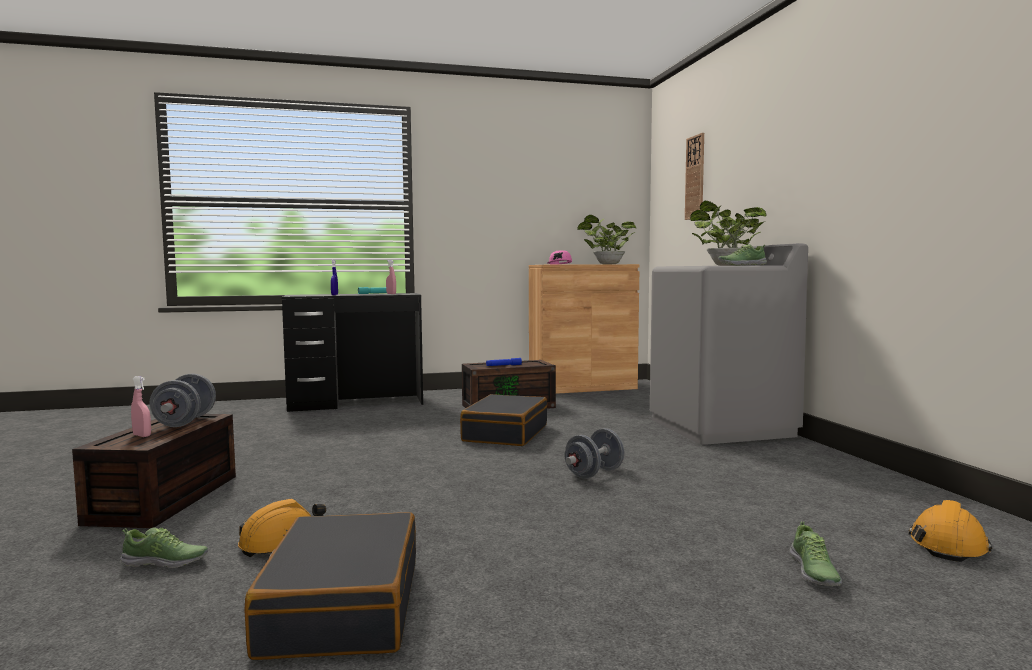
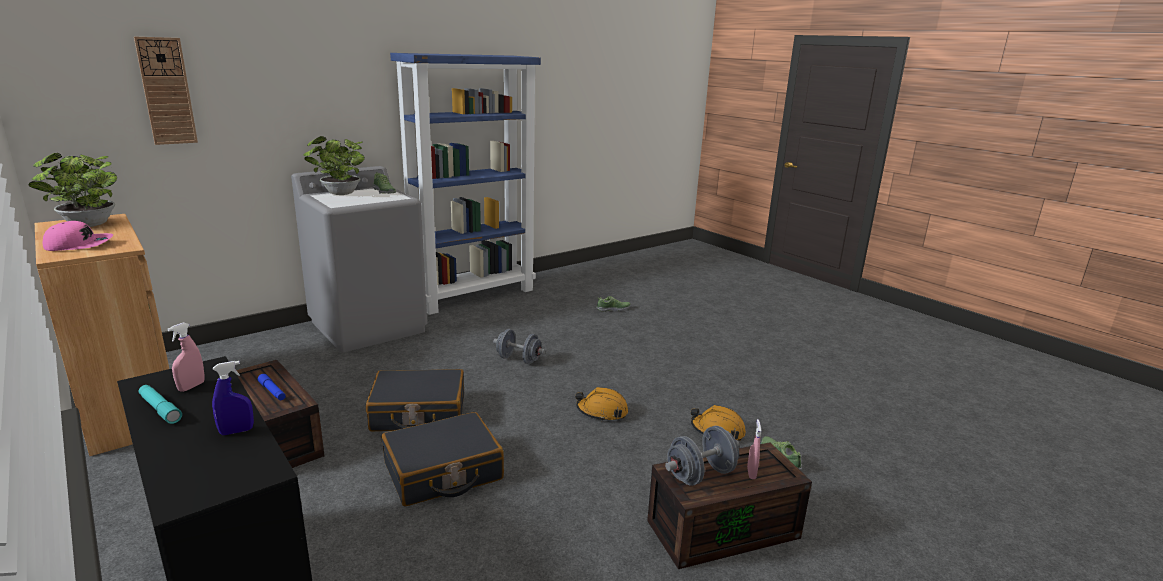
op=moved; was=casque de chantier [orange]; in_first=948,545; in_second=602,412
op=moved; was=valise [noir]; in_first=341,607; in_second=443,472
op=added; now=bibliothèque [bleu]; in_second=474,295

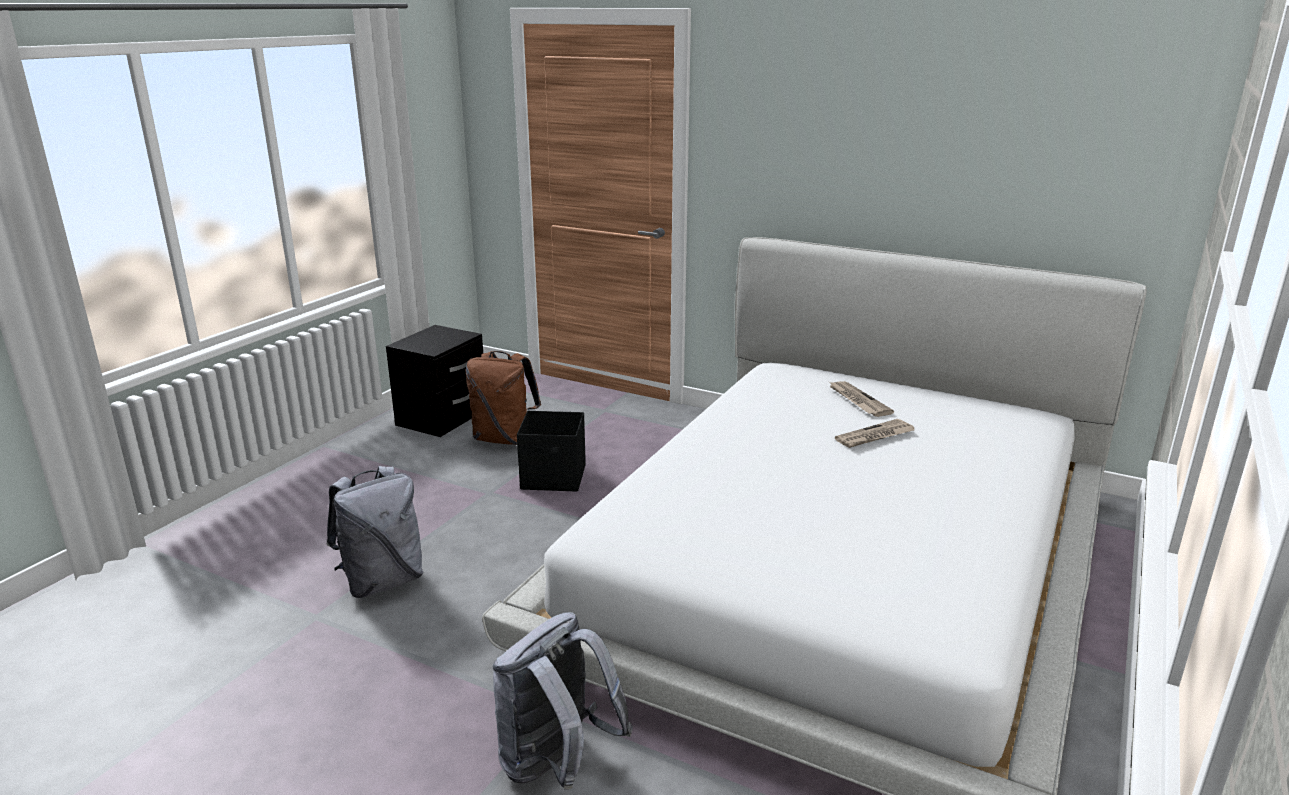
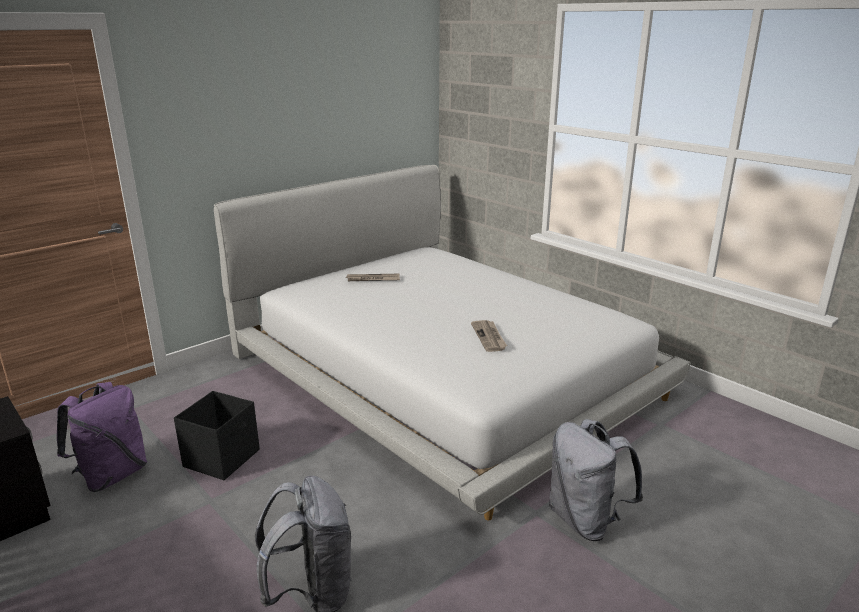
op=recoloured; was=sac à dos [marron]; now=sac à dos [violet]; in_first=504,439; in_second=112,475
op=moved; was=journal; in_first=875,436; in_second=489,337

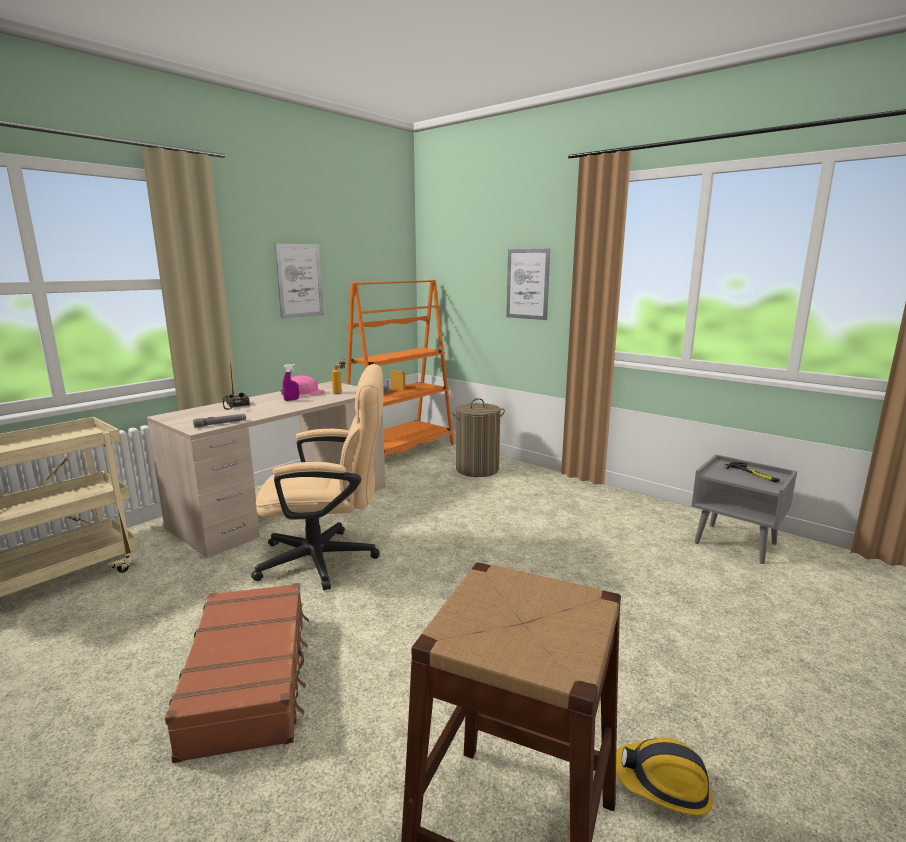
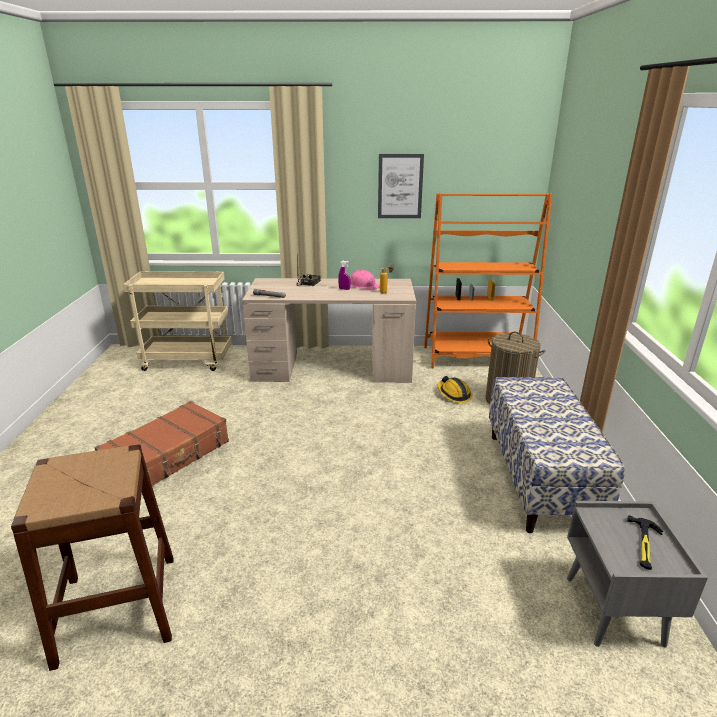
op=removed; was=tableau; in_first=527,284
op=removed; was=chaise de bureau [beige]; in_first=329,559
op=moved; was=casque de chantier; in_first=663,784; in_second=453,394
op=added; now=banc; in_second=540,479

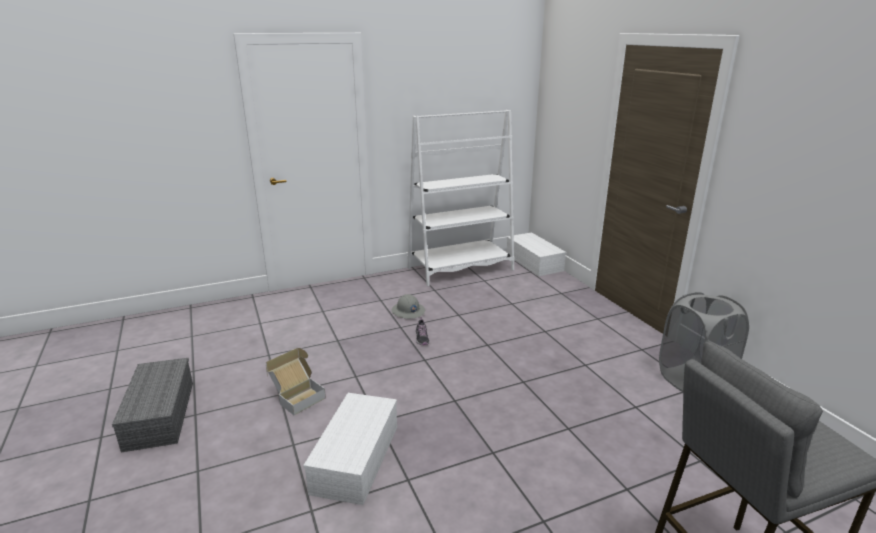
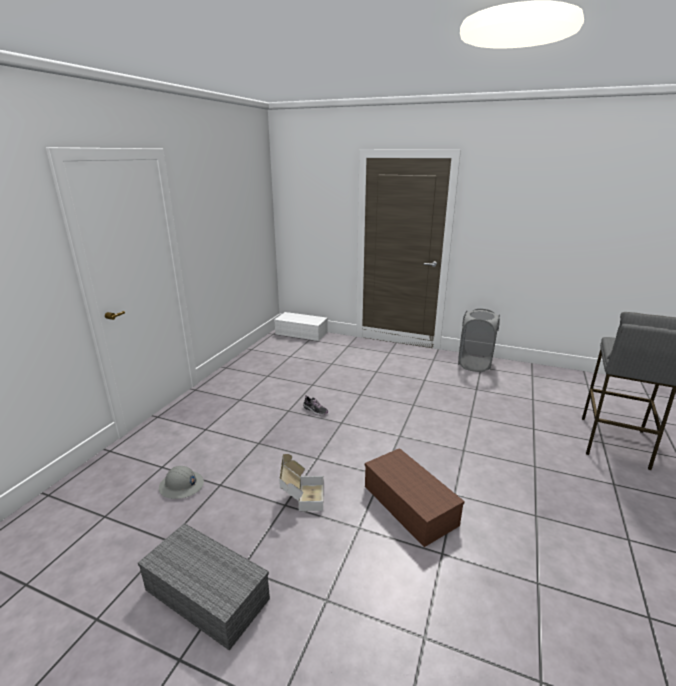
op=removed; was=bibliothèque [blanc]; in_first=460,269
op=moved; was=casque de chantier [gris]; in_first=408,311; in_second=181,486
op=recoloured; was=boîte de rangement [blanc]; now=boîte de rangement [marron]; in_first=356,460; in_second=411,505

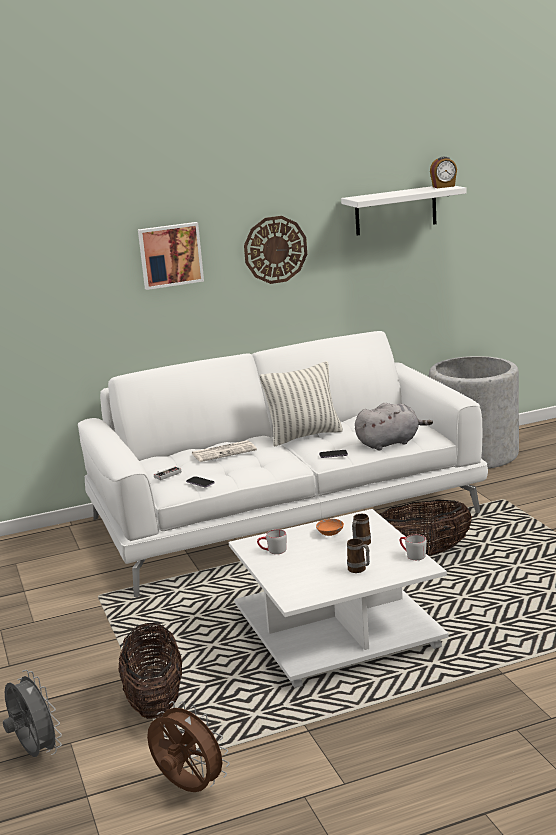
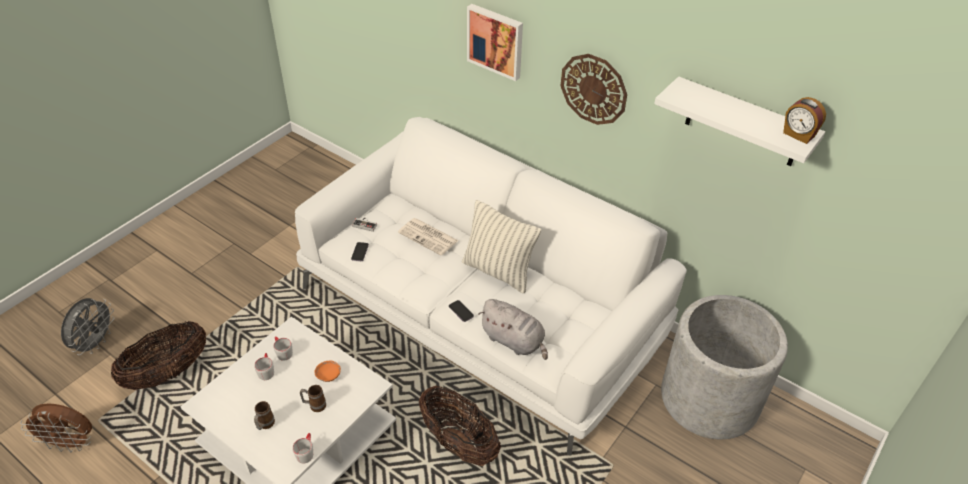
op=turned; was=ventilateur [marron]; in_first=188,788; in_second=71,443; clockwise=90
op=added; now=mug [gris]; in_second=266,370

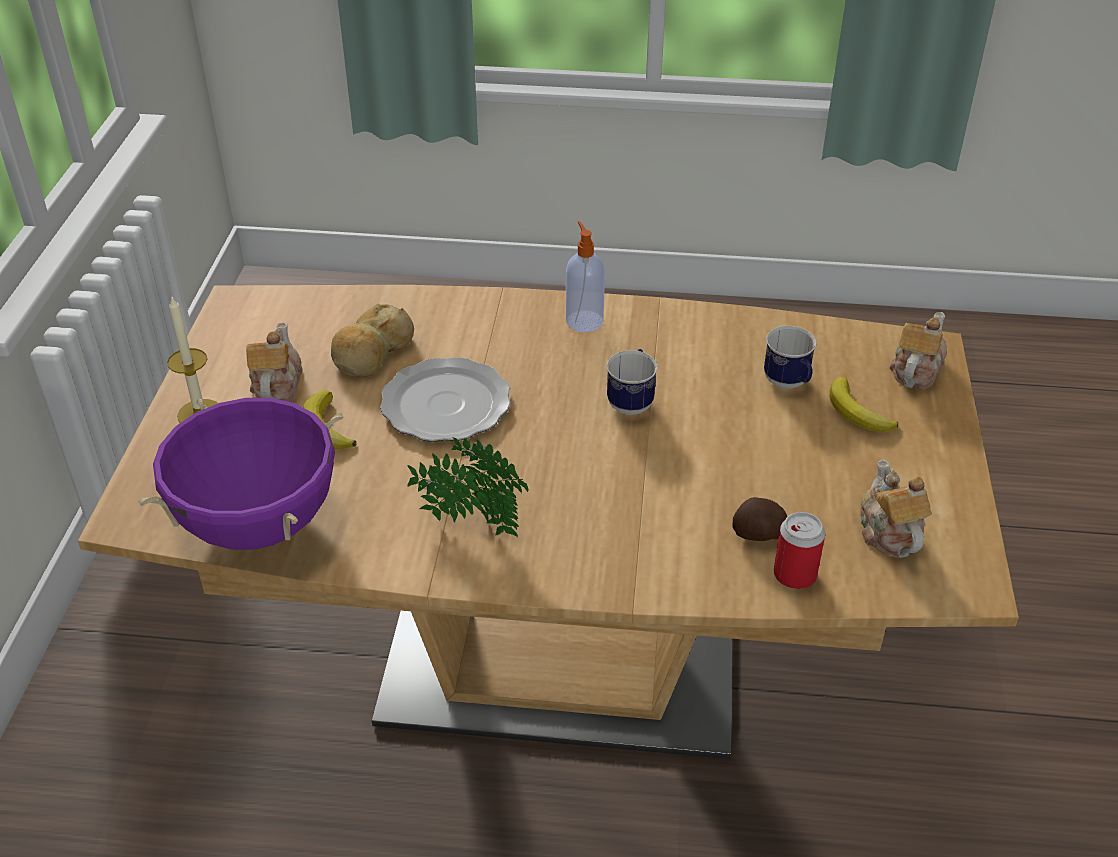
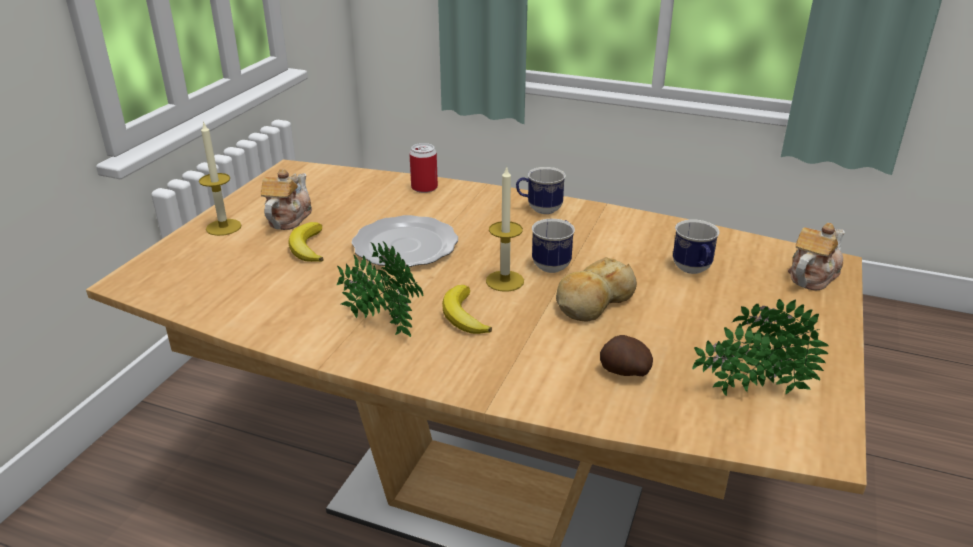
op=replaced; was=distributeur de savon; now=mug; in_first=584,320; in_second=539,209
op=moved; was=pain; in_first=372,353; in_second=593,302
op=moved; was=banane; in_first=857,412; in_second=463,315
op=removed; was=marmite [violet]; in_first=259,523
op=replaced; was=théière; now=plante en pot; in_first=888,532; in_second=749,390
op=moved; was=boîte métallique; in_first=794,575; in_second=424,188
op=added; now=bougie; in_second=505,281

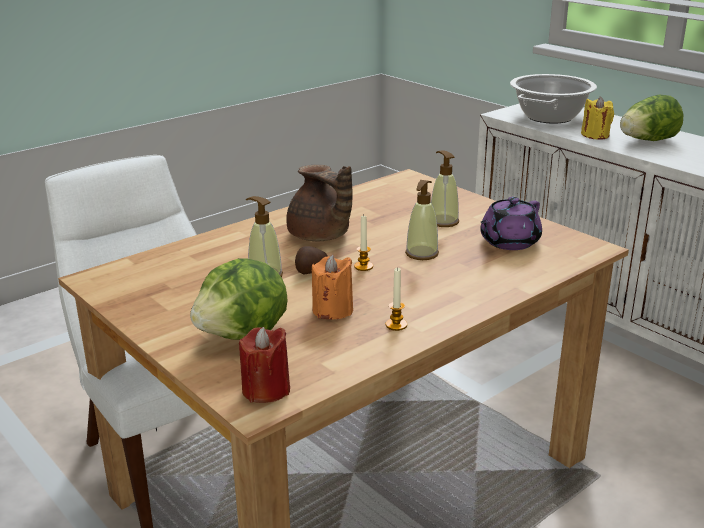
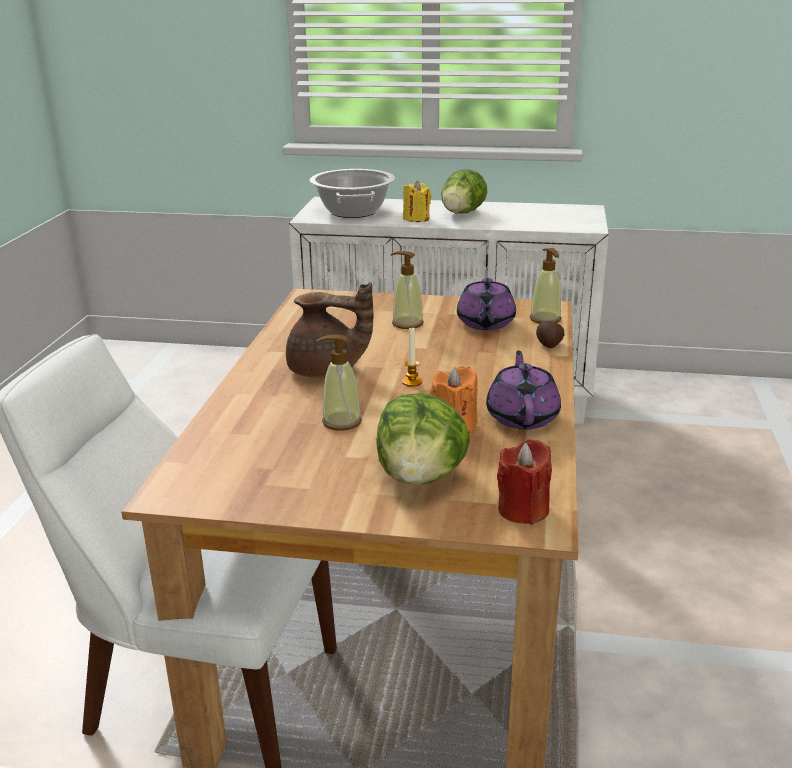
op=moved; was=distributeur de savon; in_first=421,254; in_second=545,319
op=moved; was=pomme de terre; in_first=311,271; in_second=549,345
op=replaced; was=bougie; now=théière [violet]; in_first=396,325; in_second=522,416

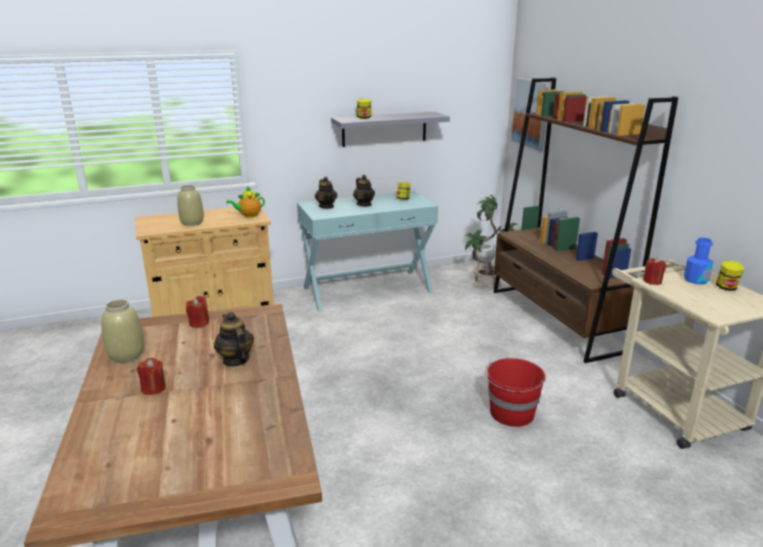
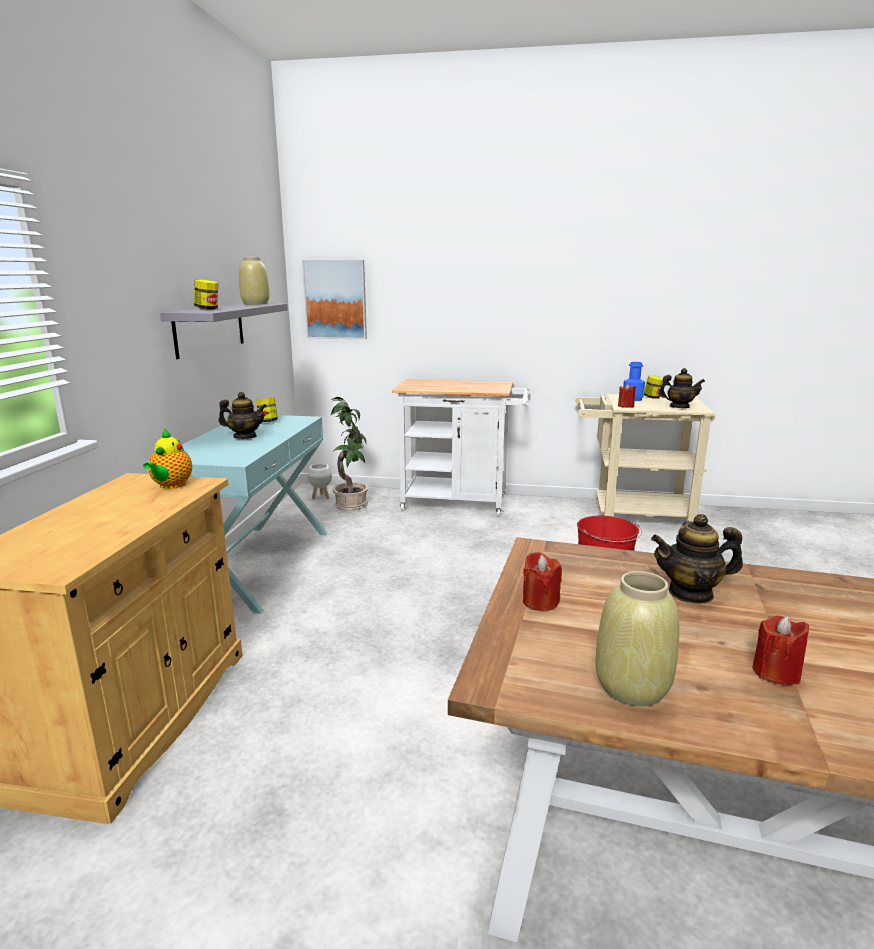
op=replaced; was=bibliothèque [marron]; now=chariot [blanc]; in_first=555,319; in_second=461,503
op=moved; was=théière; in_first=326,206; in_second=679,407
op=moved; was=vase [beige]; in_first=192,222; in_second=255,304

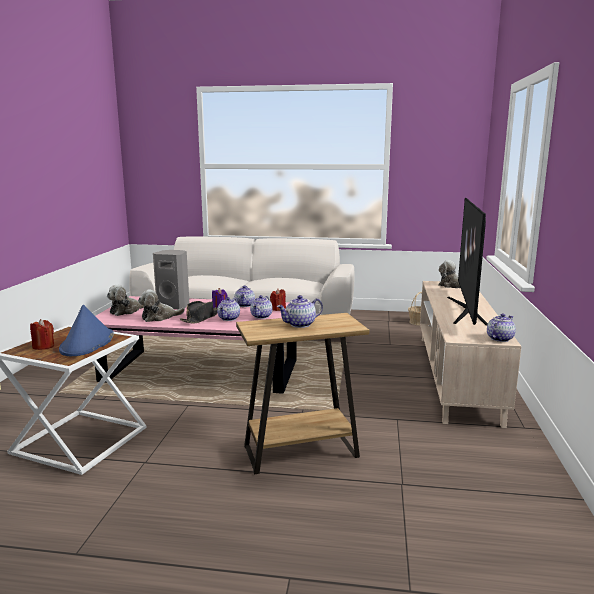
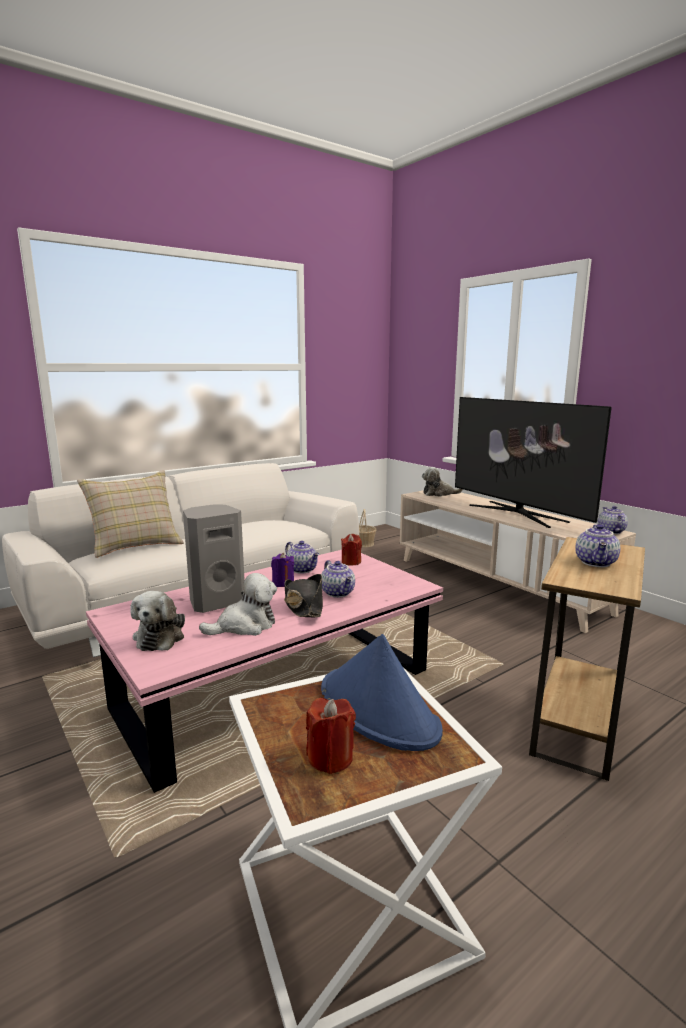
op=turned; was=peluche; in_first=159,317; in_second=245,626; clockwise=-135
op=removed; was=théière; in_first=262,316
op=added; now=coussin [beige]; in_second=135,545

